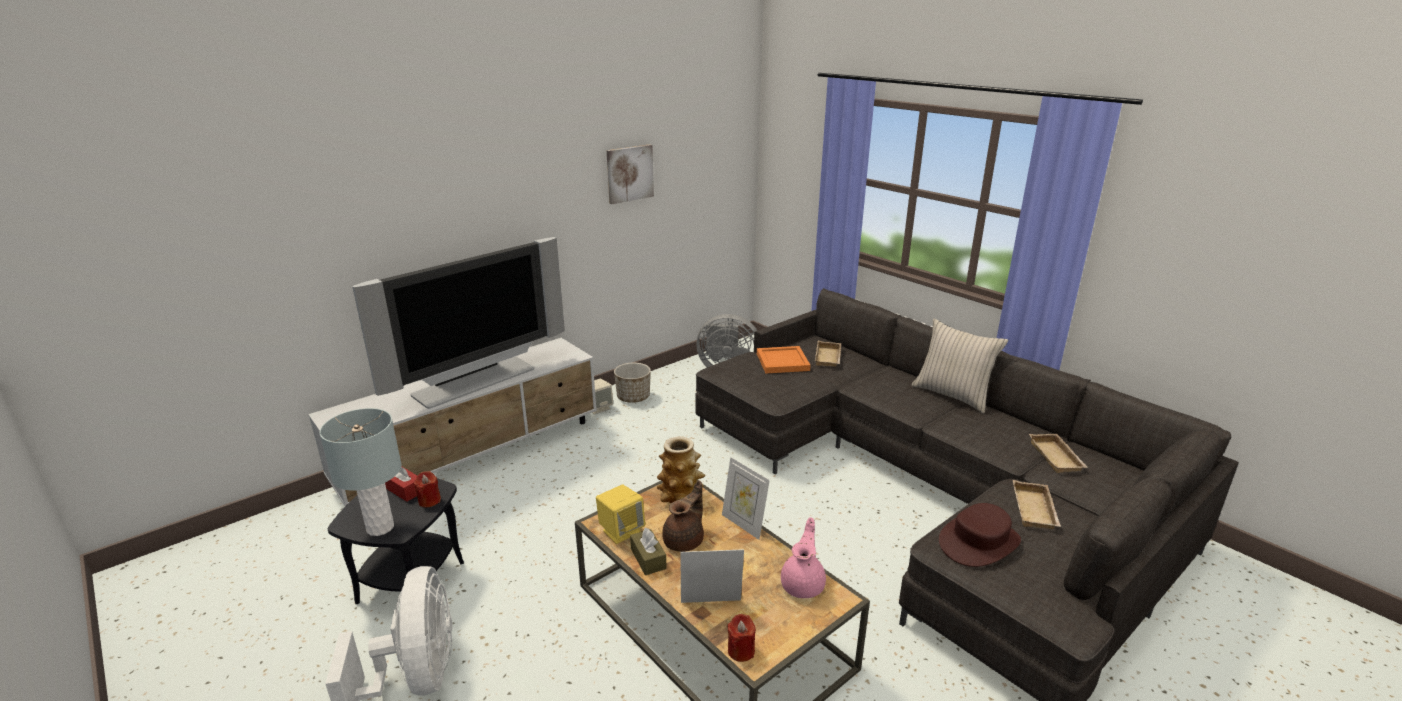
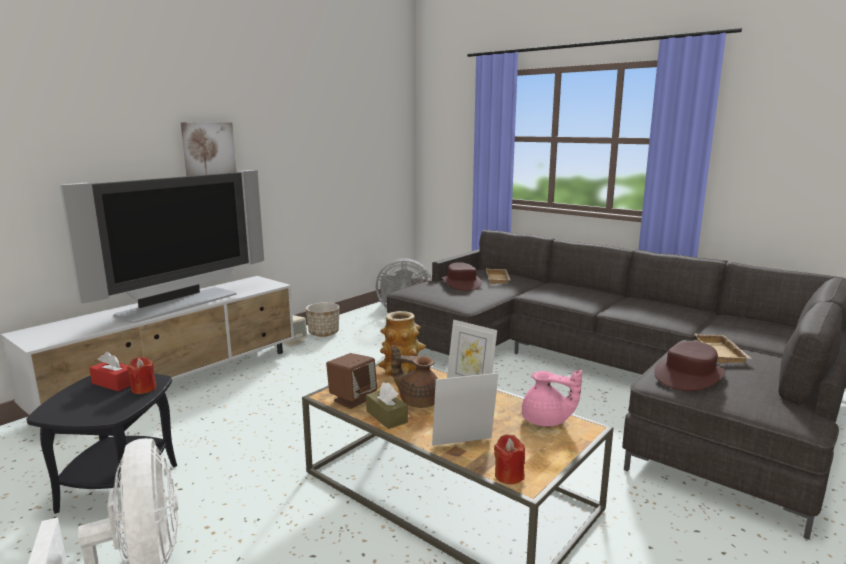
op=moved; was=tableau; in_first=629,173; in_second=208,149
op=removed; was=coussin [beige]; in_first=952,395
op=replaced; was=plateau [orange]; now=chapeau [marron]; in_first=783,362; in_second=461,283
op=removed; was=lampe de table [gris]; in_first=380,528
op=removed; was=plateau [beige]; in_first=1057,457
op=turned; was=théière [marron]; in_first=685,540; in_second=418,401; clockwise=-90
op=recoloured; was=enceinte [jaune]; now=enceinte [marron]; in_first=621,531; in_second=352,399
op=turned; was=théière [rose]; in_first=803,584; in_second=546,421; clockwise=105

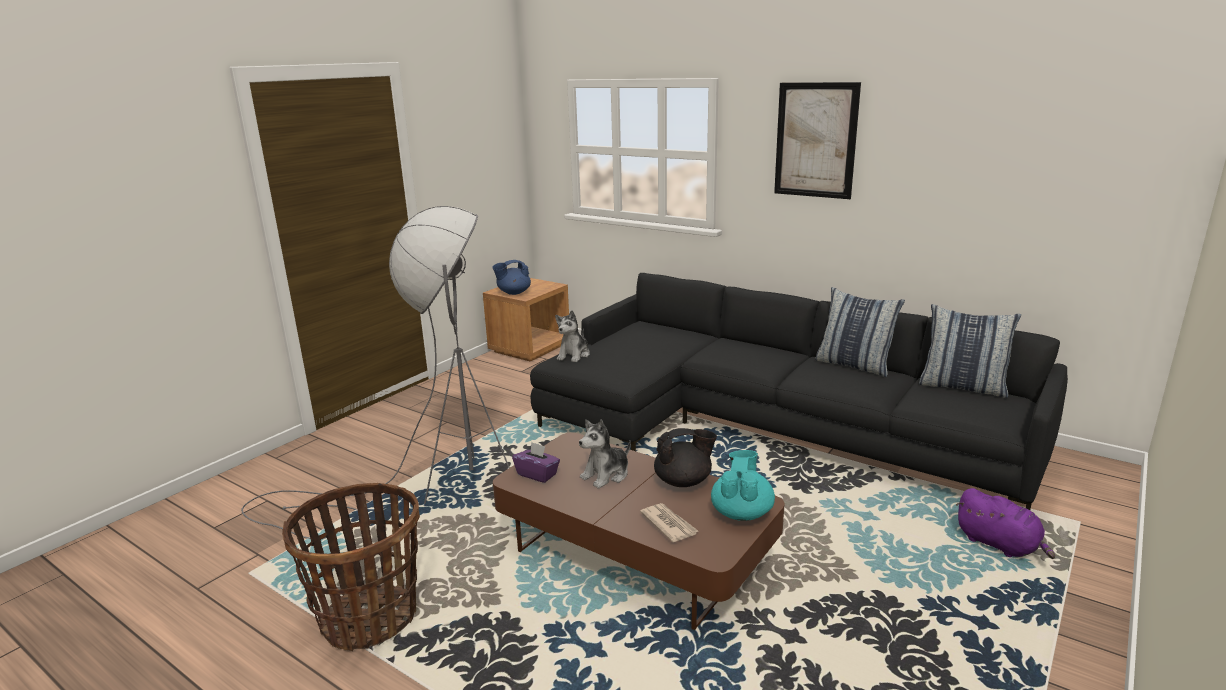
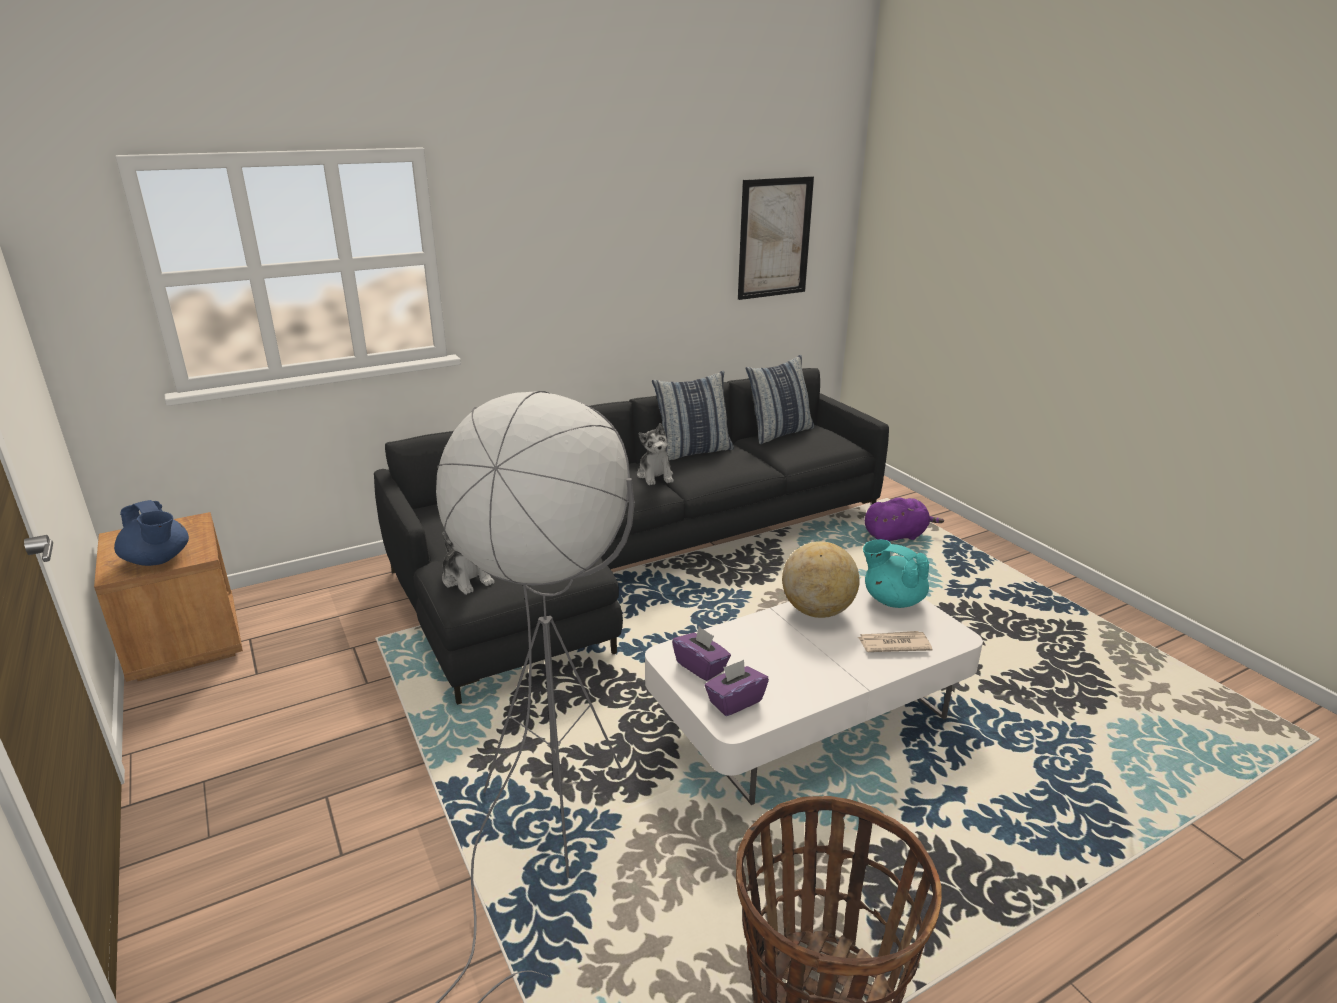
op=moved; was=tableau; in_first=815,140; in_second=774,238
op=turned; was=théière [bleu]; in_first=513,293; in_second=158,560; clockwise=-45
op=moved; was=peluche; in_first=606,475; in_second=655,476
op=replaced; was=théière [noir]; now=globe; in_first=684,481; in_second=817,611
op=recoloured; was=table basse [marron]; now=table basse [blanc]; in_first=634,555; in_second=809,717
op=added; now=boîte à mouchoirs [violet]; in_second=701,666

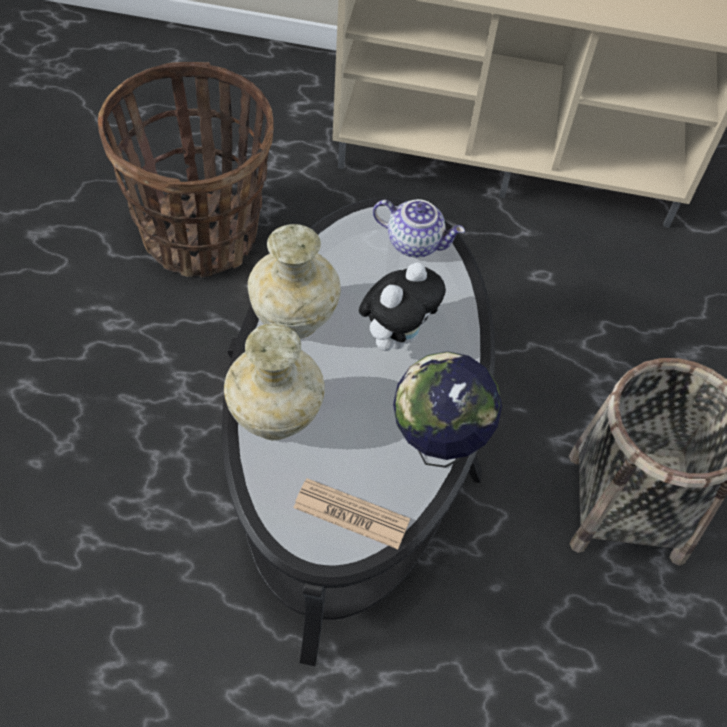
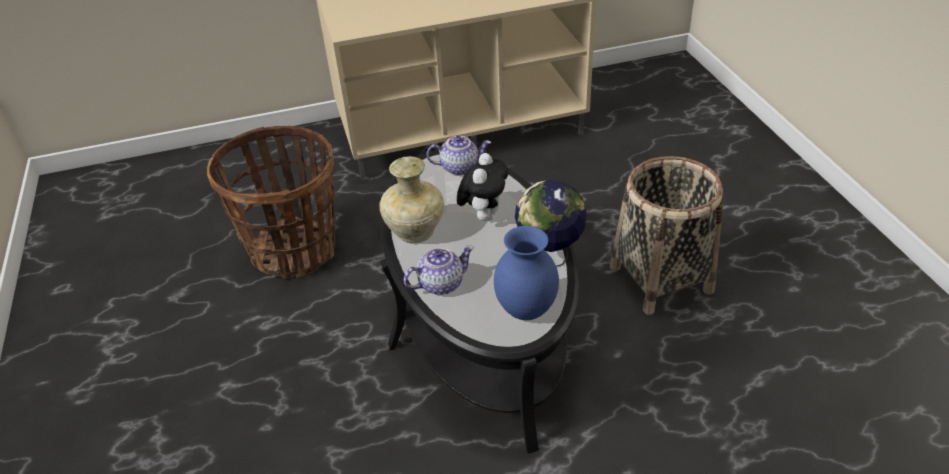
op=replaced; was=vase [beige]; now=théière; in_first=274,416; in_second=440,284
op=replaced; was=journal; now=vase [bleu]; in_first=351,514; in_second=525,311

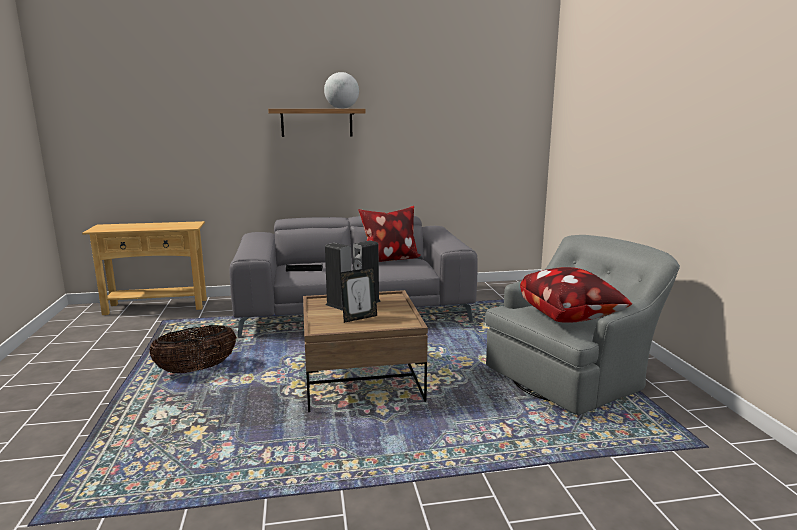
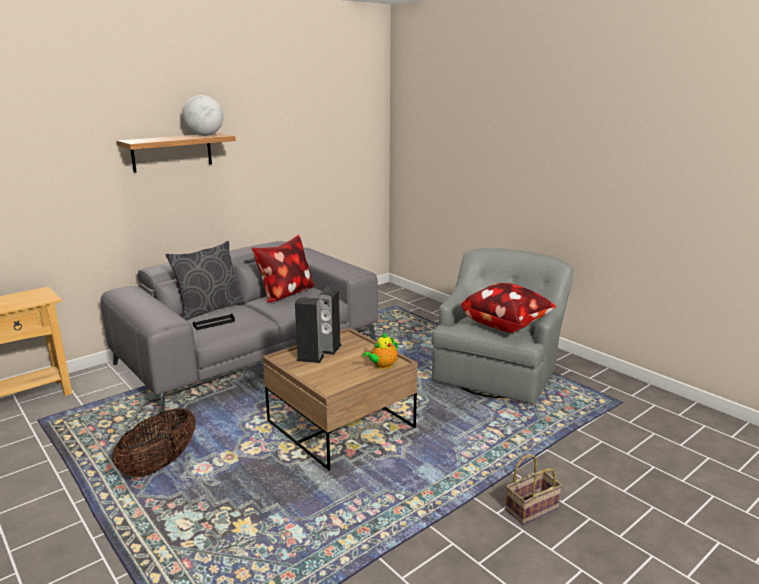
op=removed; was=cadre photo; in_first=359,318
op=added; now=coussin [gris]; in_second=209,309
op=added; now=théière; in_second=382,366
op=added; now=panier; in_second=532,508

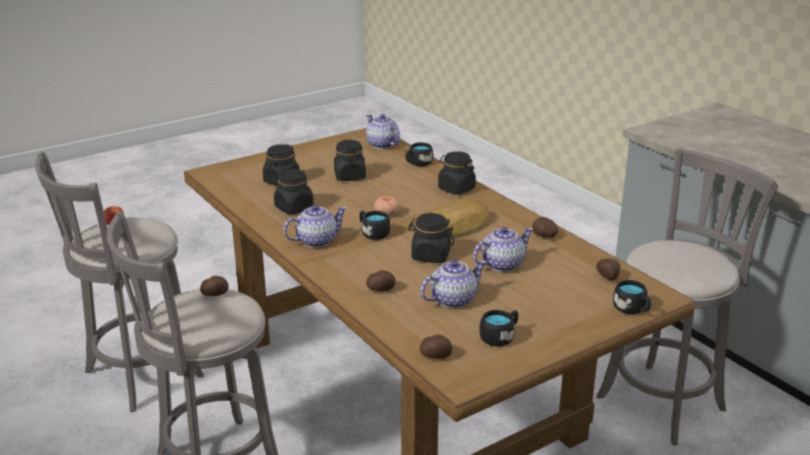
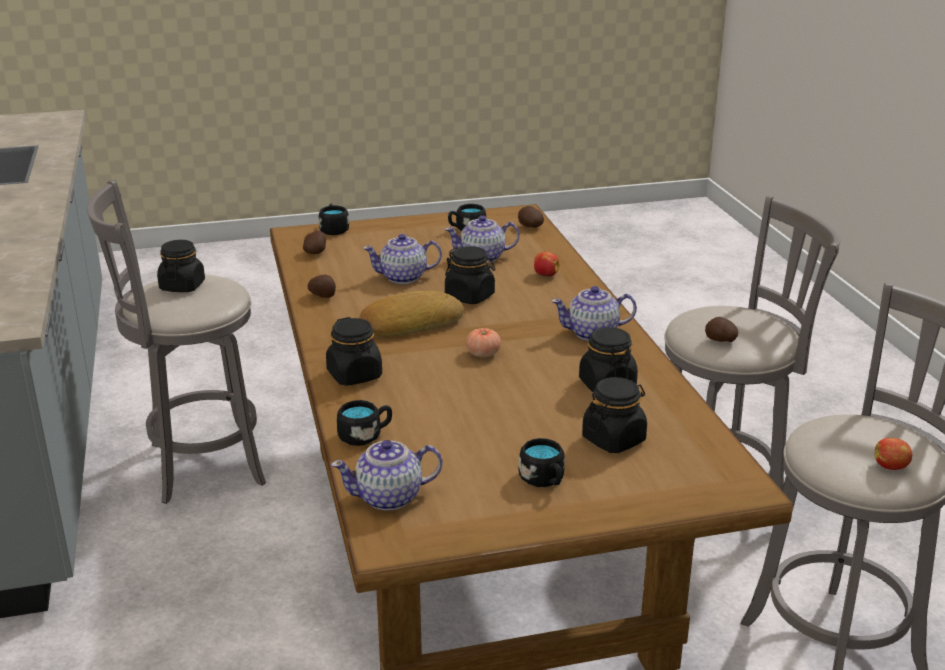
op=turned; was=théière; in_first=382,145; in_second=389,497; clockwise=90
op=moved; was=bocal [noir]; in_first=350,176; in_second=182,286
op=moved; was=mug [noir]; in_first=373,233; in_second=544,480
op=replaced; was=pomme de terre; now=pomme; in_first=381,290; in_second=545,275

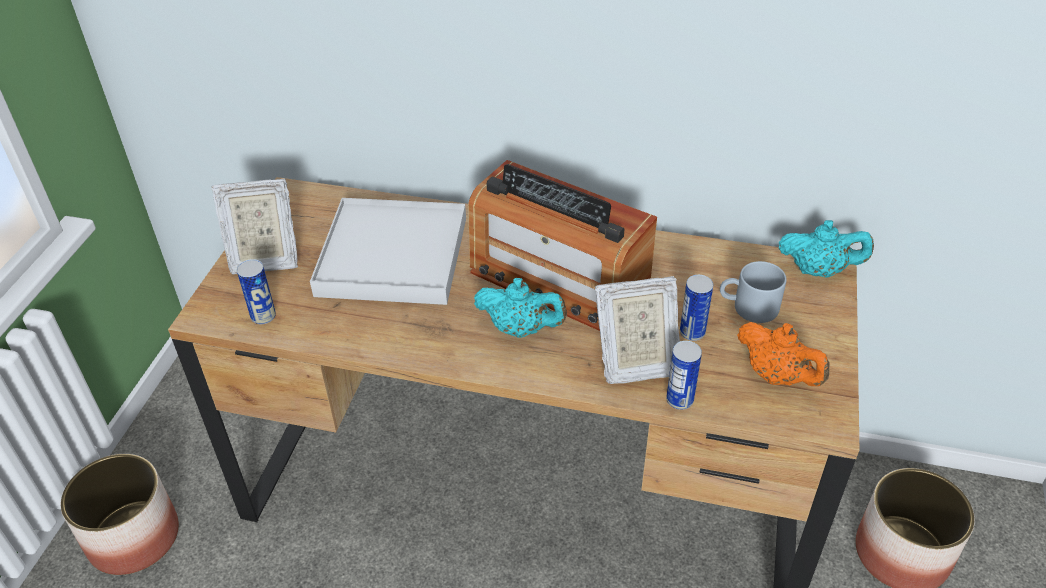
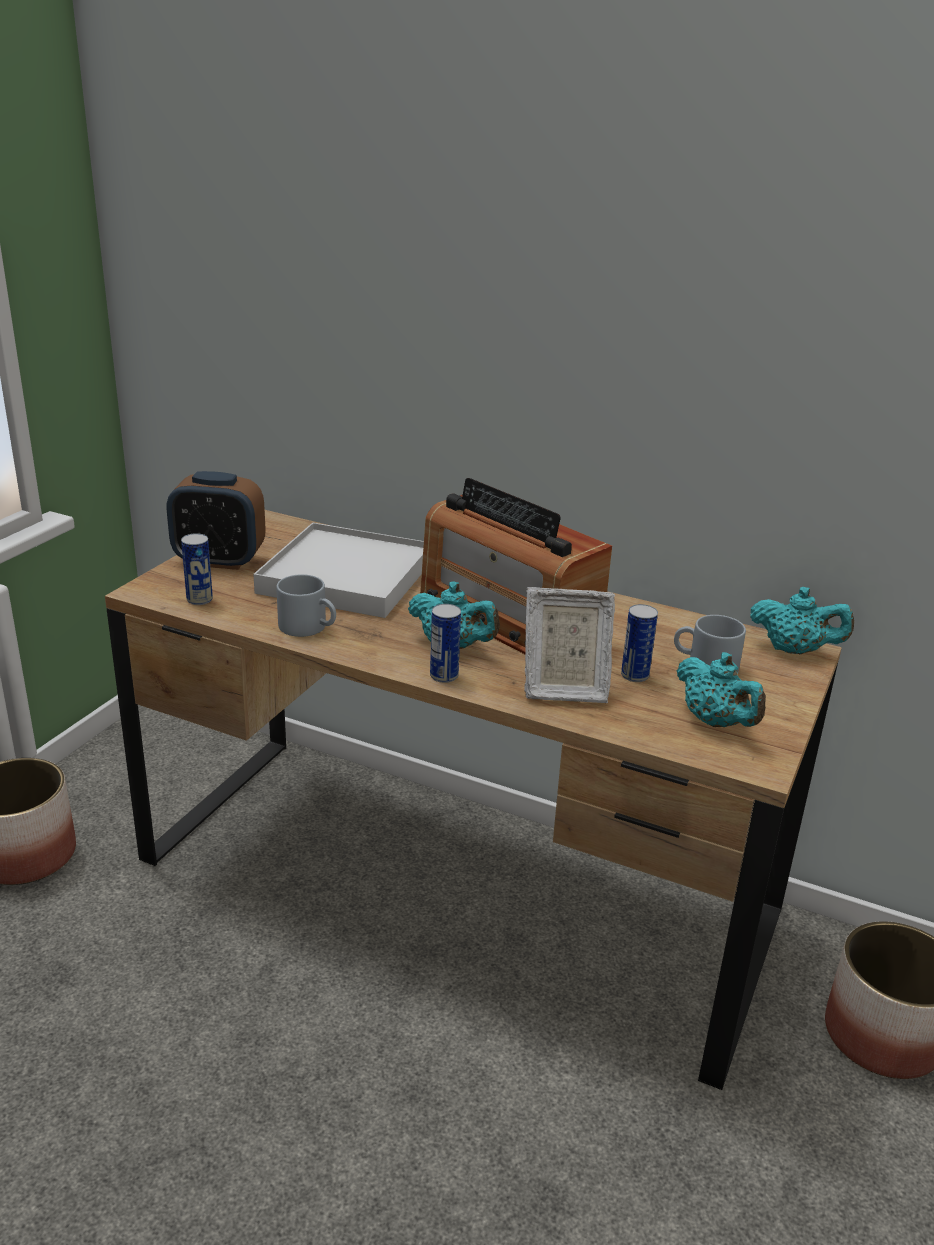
op=replaced; was=cadre photo; now=réveil; in_first=263,259; in_second=219,561
op=recoloured; was=théière [orange]; now=théière [turquoise]; in_first=777,376; in_second=715,722
op=moved; was=boîte métallique; in_first=679,400; in_second=444,676
op=added; now=mug [gris]; in_second=309,627

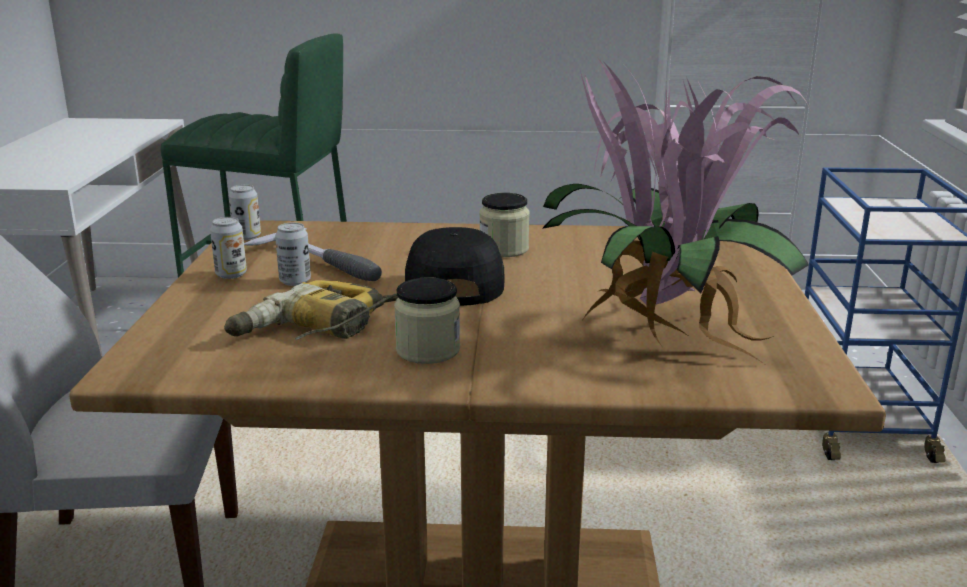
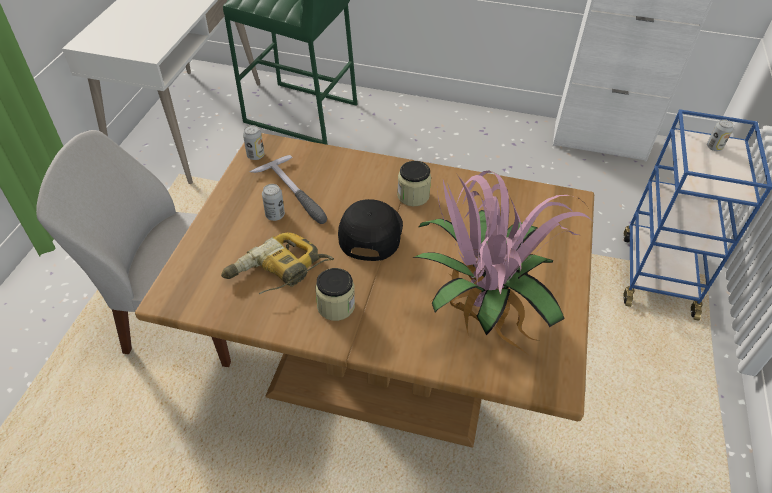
op=moved; was=boîte métallique; in_first=231,274; in_second=714,147

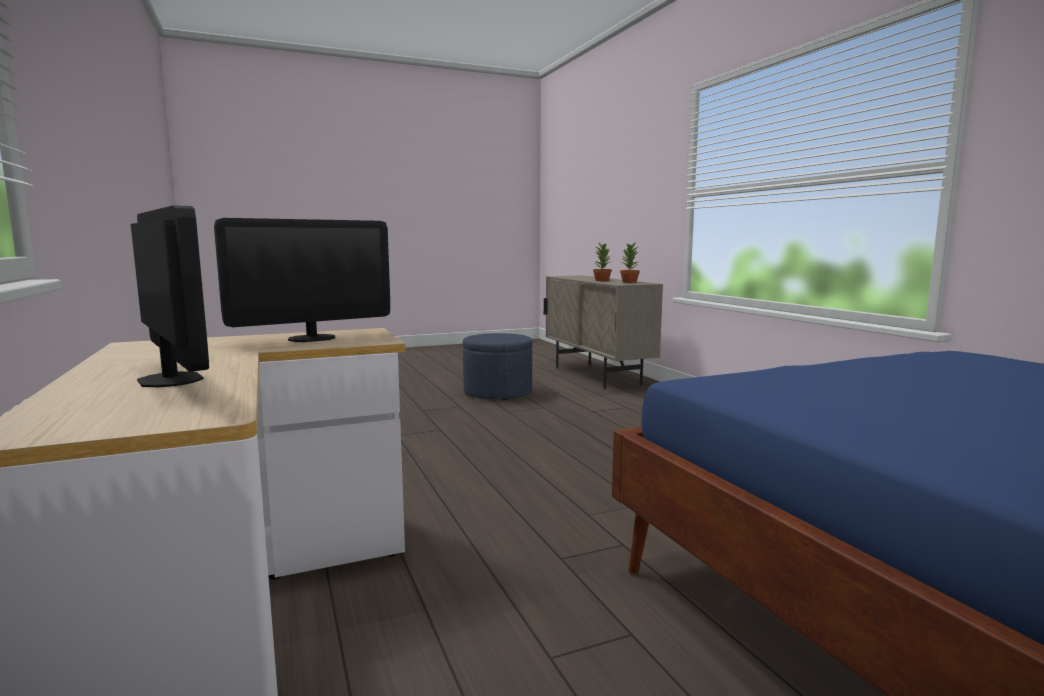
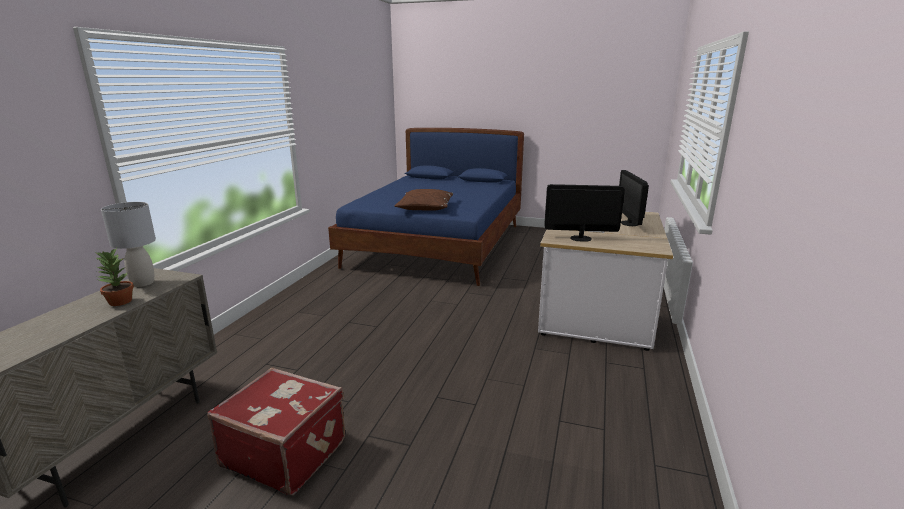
op=replaced; was=plante en pot; now=lampe de table [gris]; in_first=629,282; in_second=143,283
op=replaced; was=pouf [bleu]; now=valise [rouge]; in_first=498,392; in_second=285,452
op=added; now=coussin [marron]; in_second=425,207

